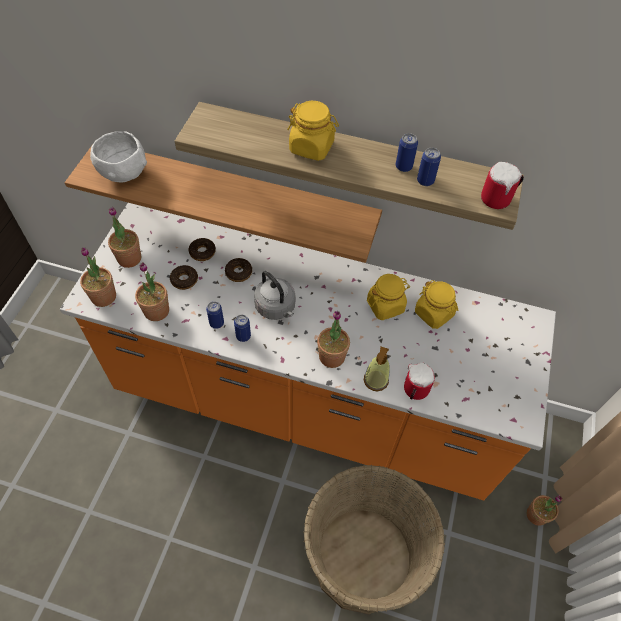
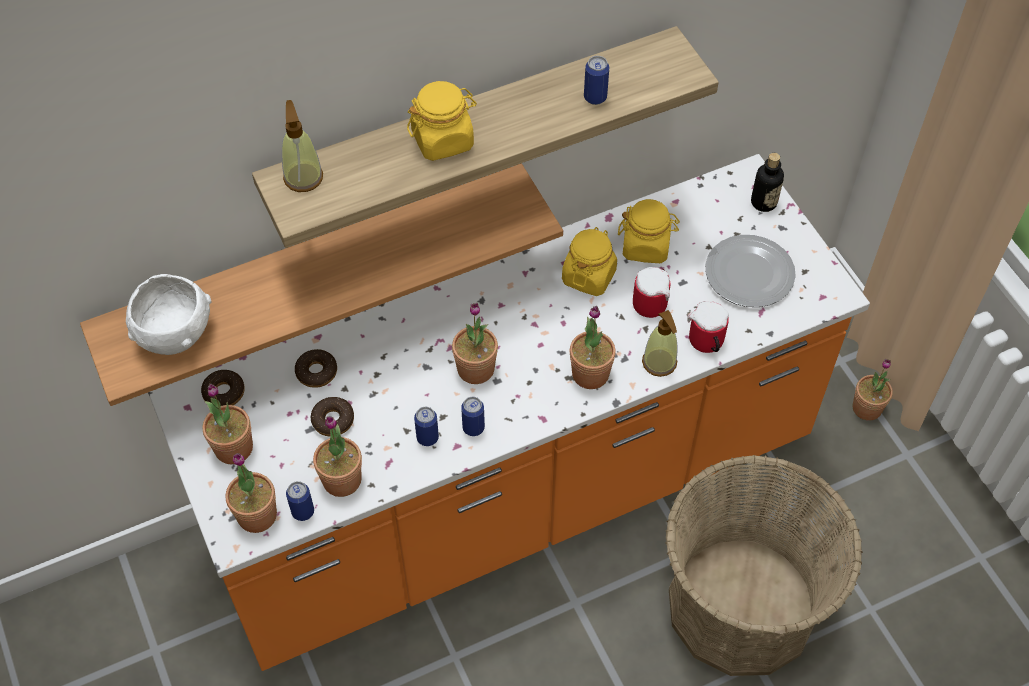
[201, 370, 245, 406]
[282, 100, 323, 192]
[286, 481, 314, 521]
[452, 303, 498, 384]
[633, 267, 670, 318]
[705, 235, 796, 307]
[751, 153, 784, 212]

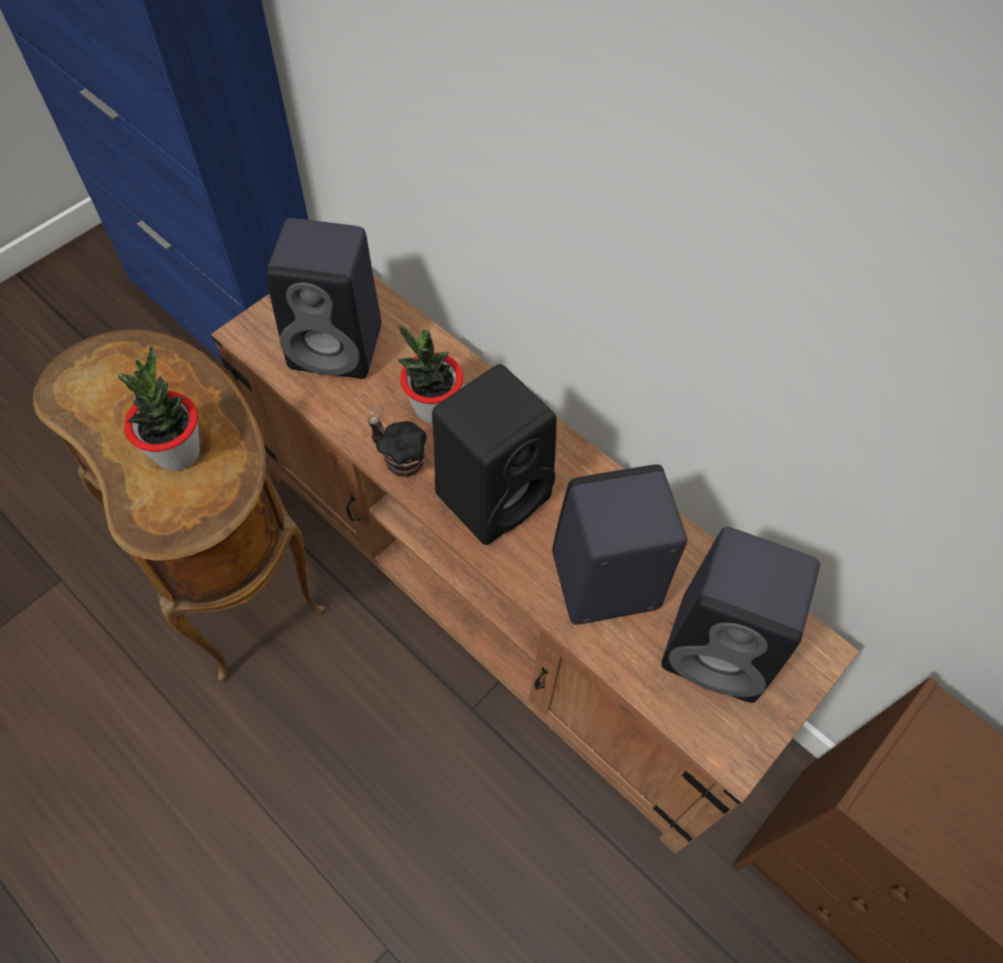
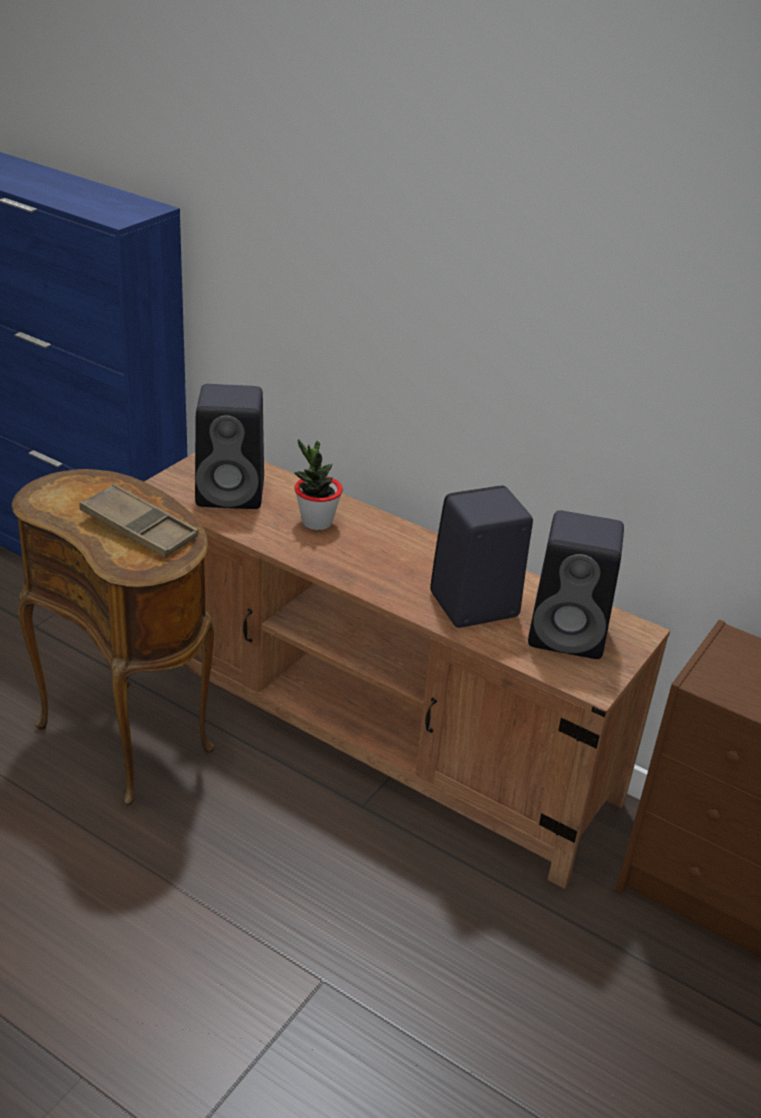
[80, 484, 198, 558]
[368, 415, 427, 477] (first image)
[432, 364, 556, 545] (first image)

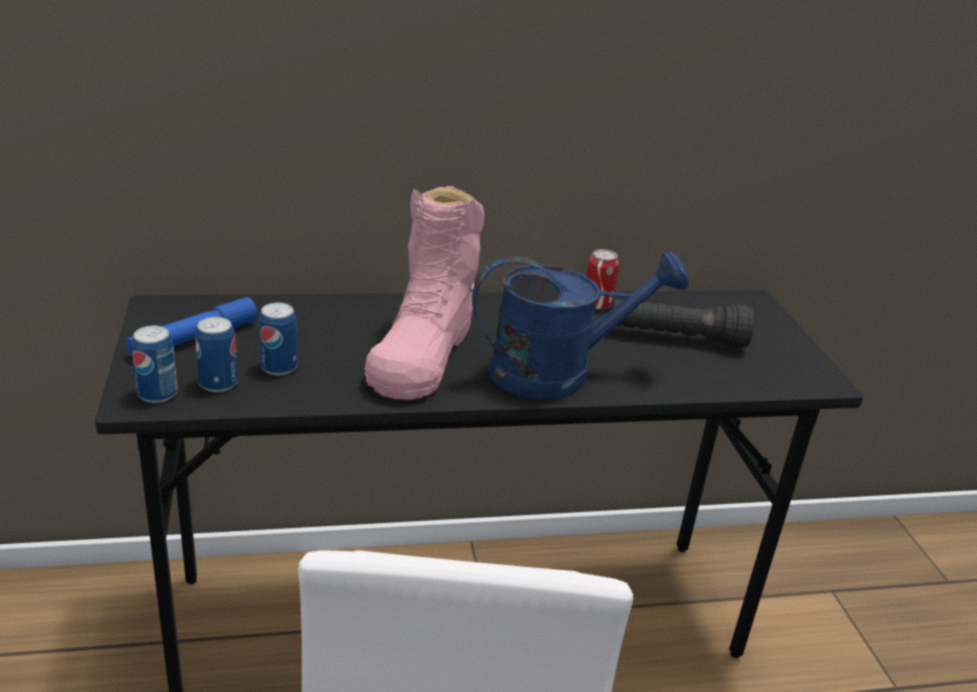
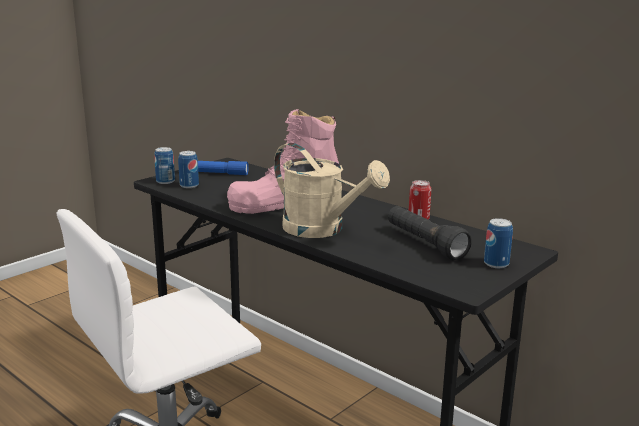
[274, 143, 390, 238]
[484, 218, 513, 268]

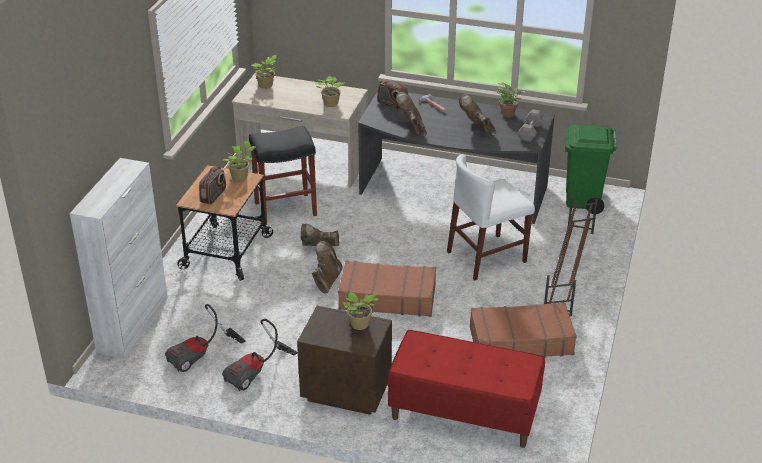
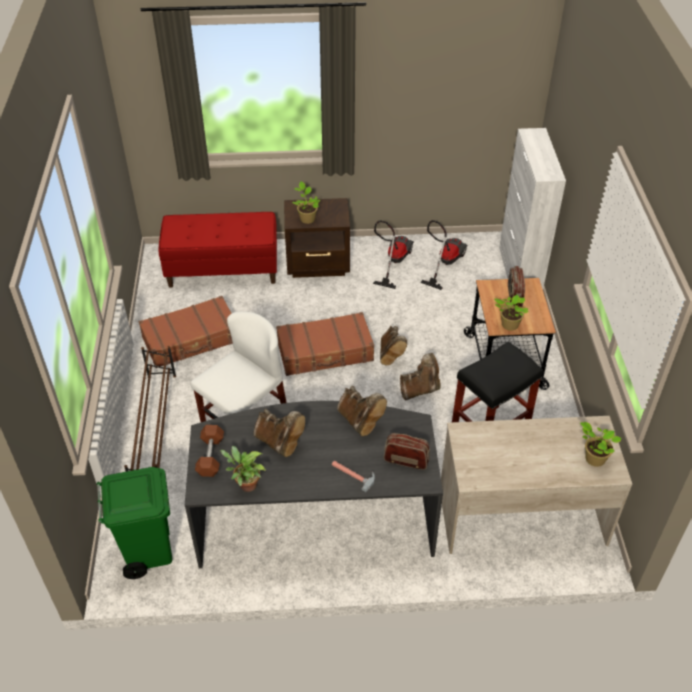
[195, 425, 224, 477]
[314, 76, 345, 107] (first image)

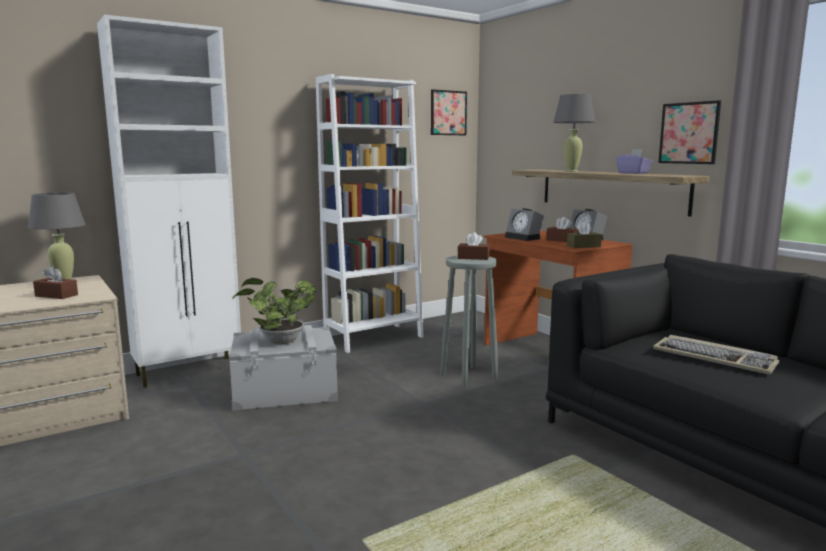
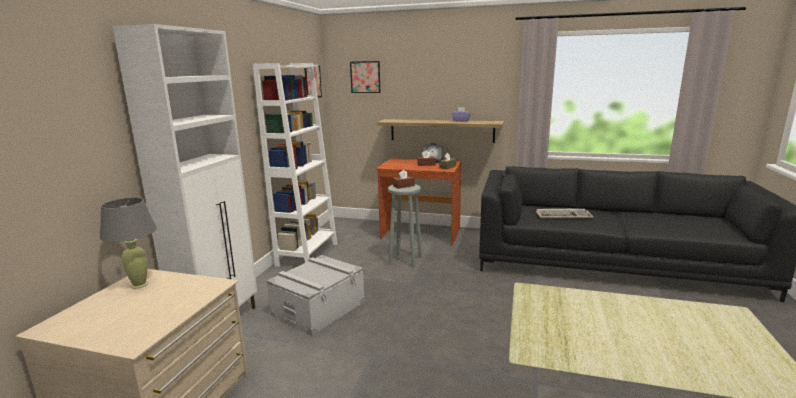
[350, 61, 380, 93]
[33, 266, 78, 299] (first image)
[232, 278, 317, 345] (first image)
[505, 208, 544, 241] (first image)
[553, 94, 595, 172] (first image)

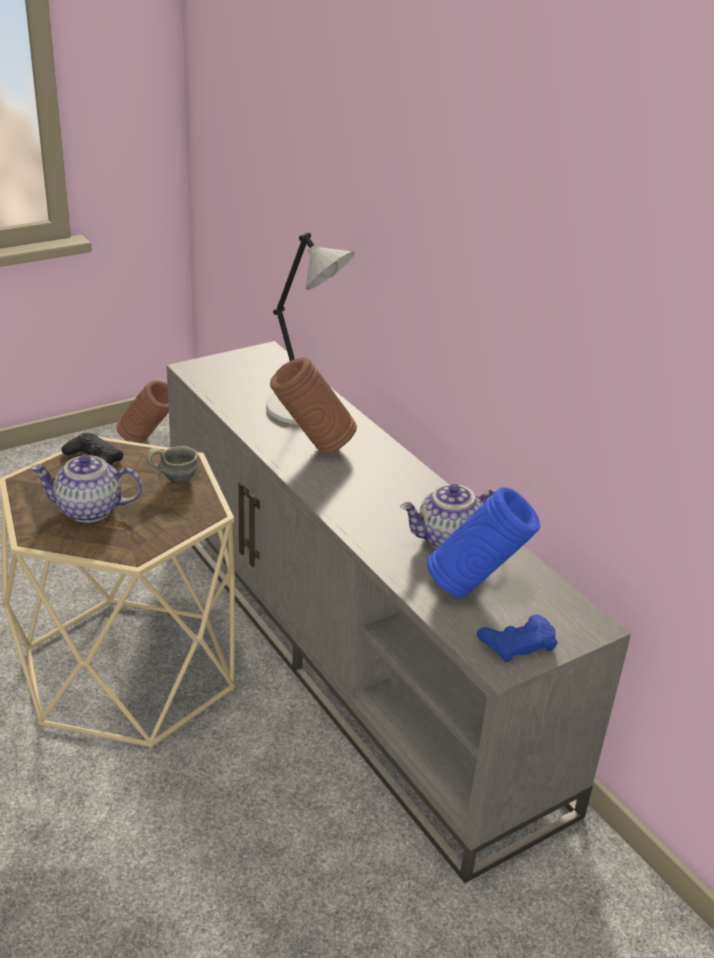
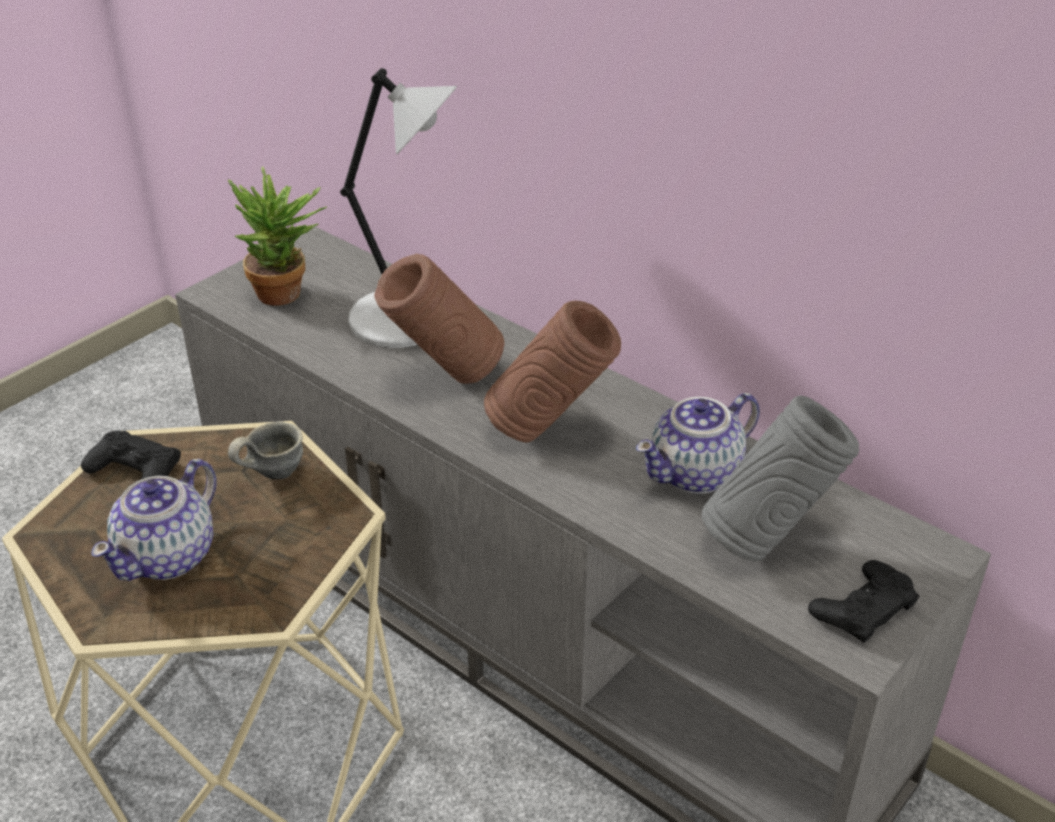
[91, 459, 217, 581]
[228, 166, 327, 306]
[484, 301, 621, 442]
[702, 395, 859, 561]
[808, 560, 920, 643]

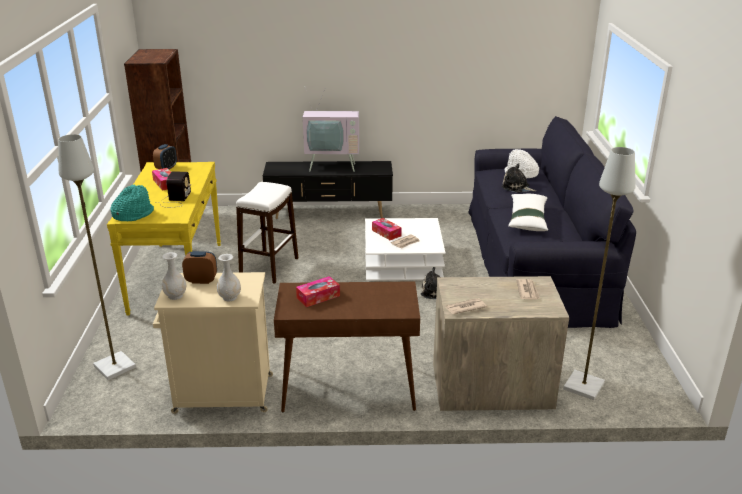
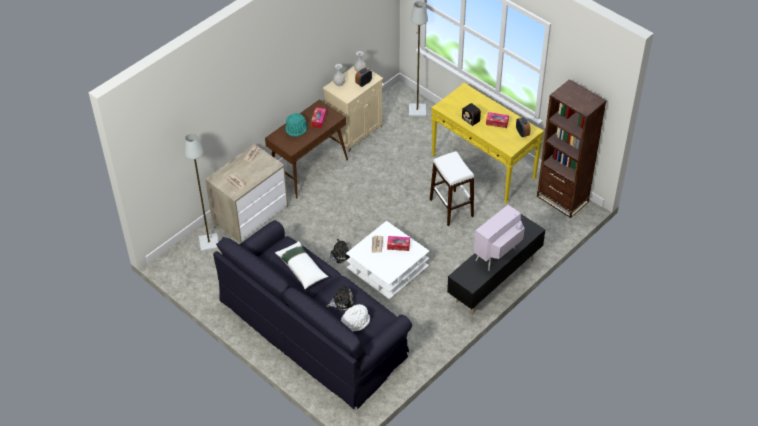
[285, 113, 307, 137]

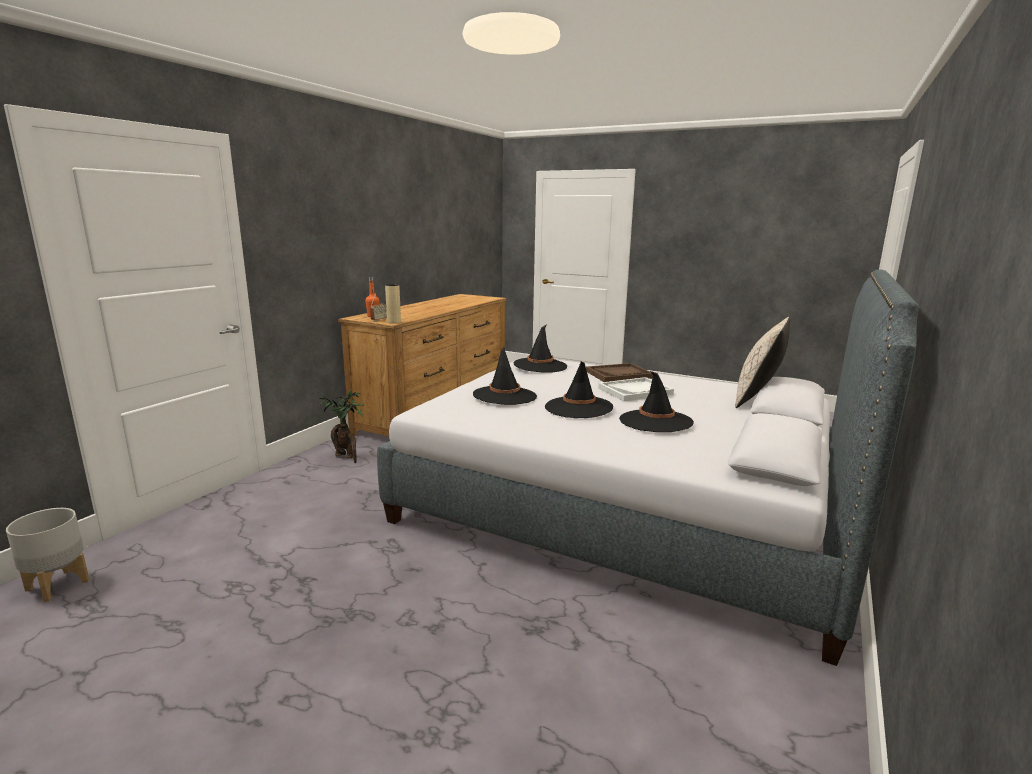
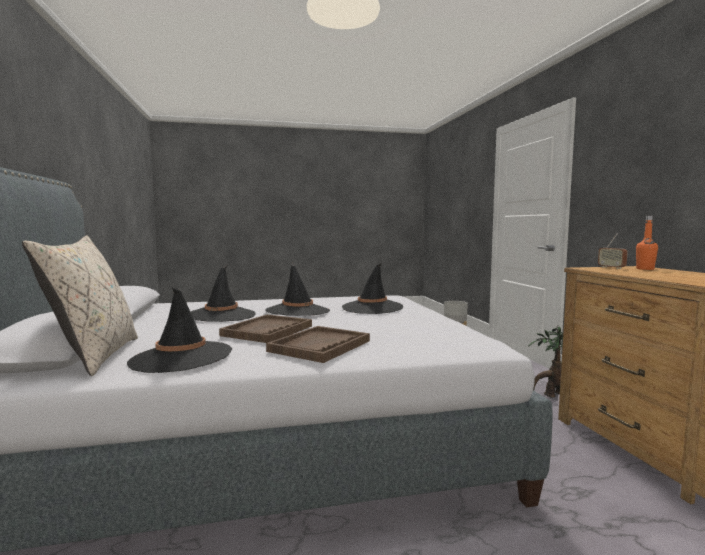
[127, 288, 232, 373]
[219, 314, 312, 343]
[385, 284, 401, 323] (first image)

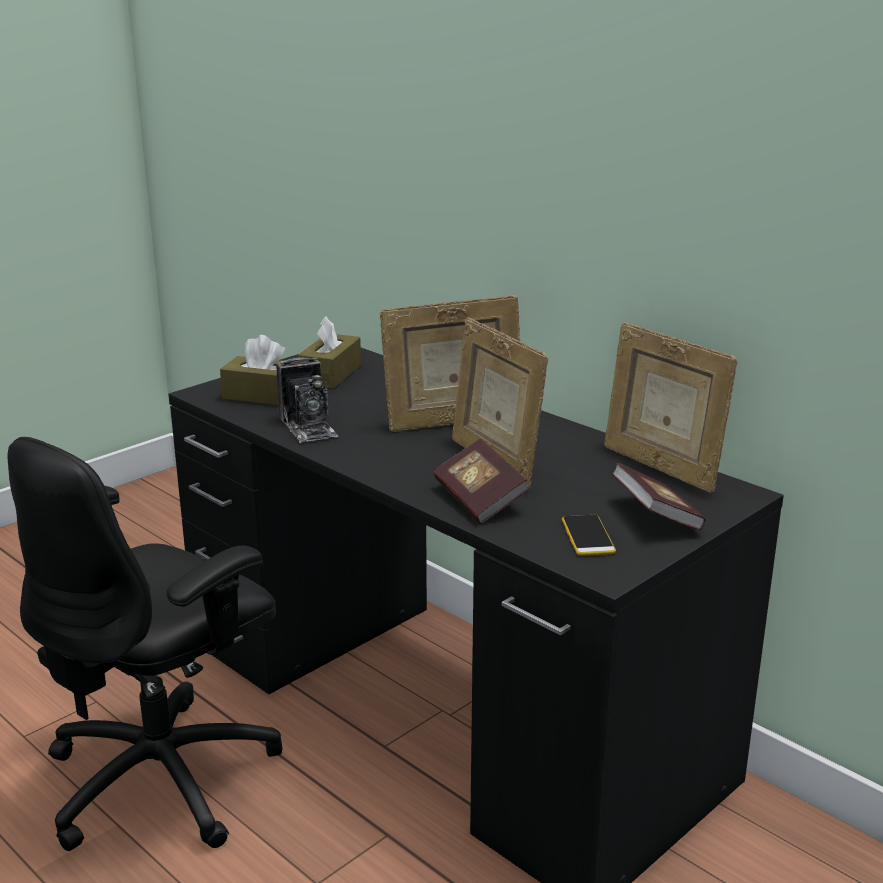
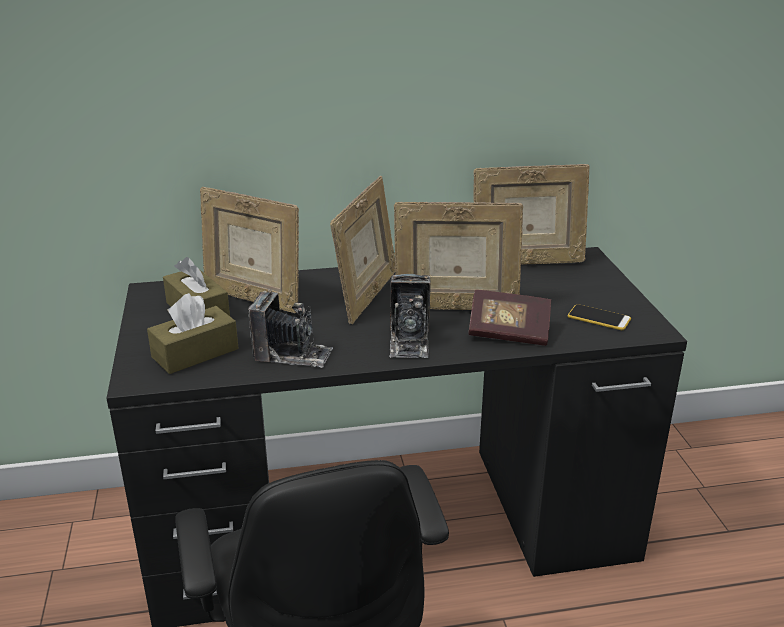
[200, 187, 299, 313]
[389, 274, 431, 358]
[612, 463, 706, 530] (first image)

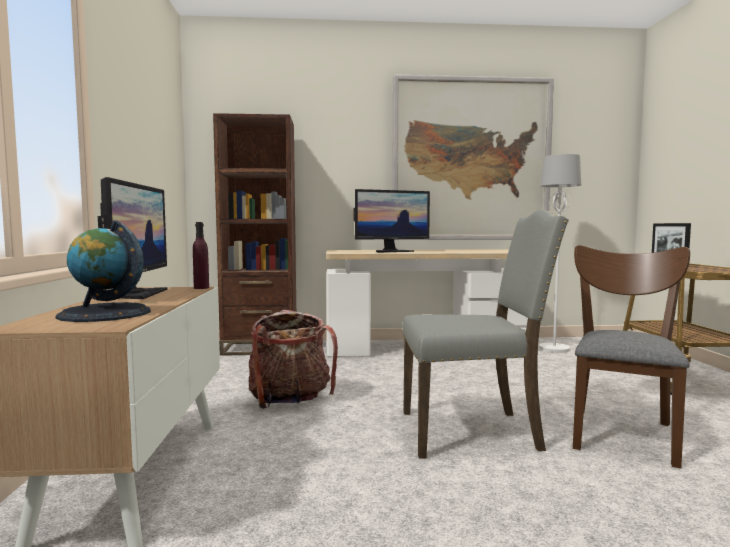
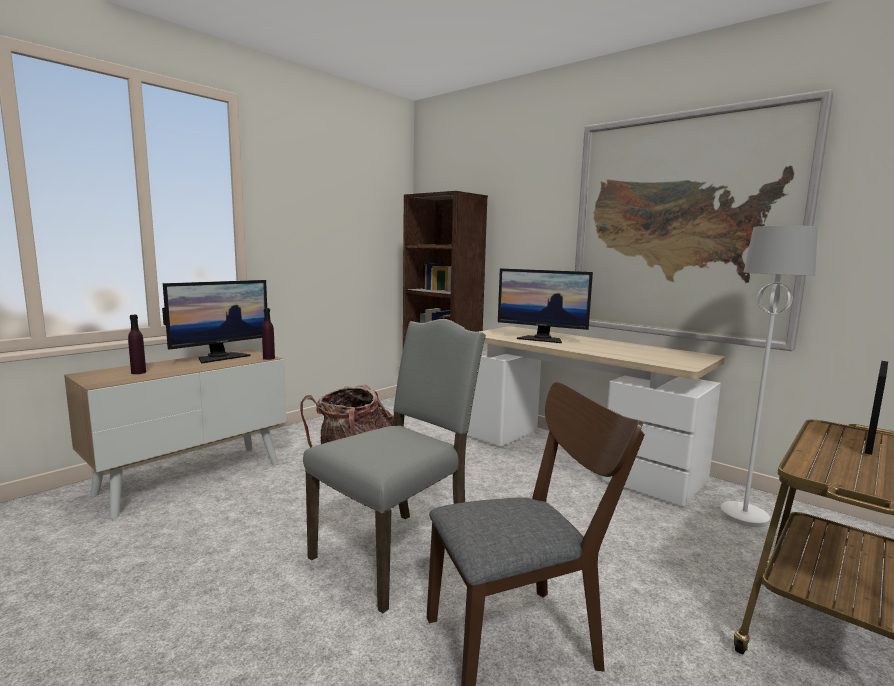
[128, 315, 146, 374]
[303, 319, 486, 614]

